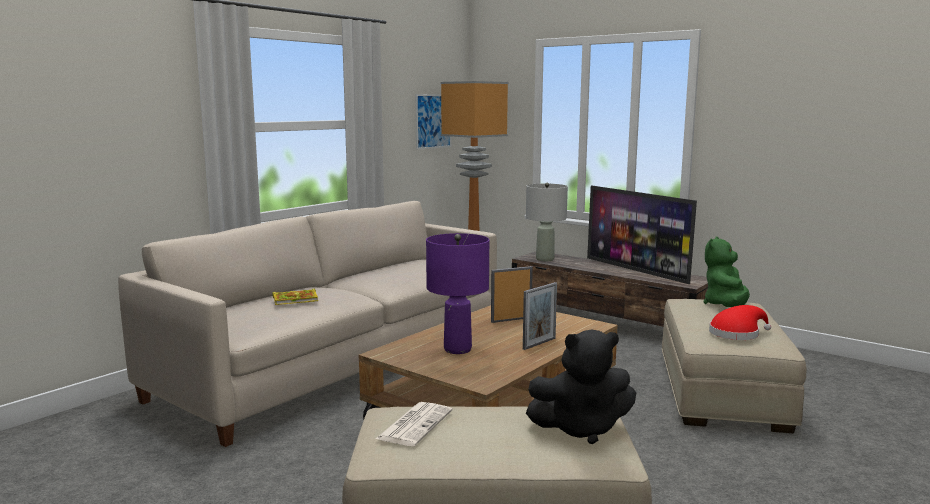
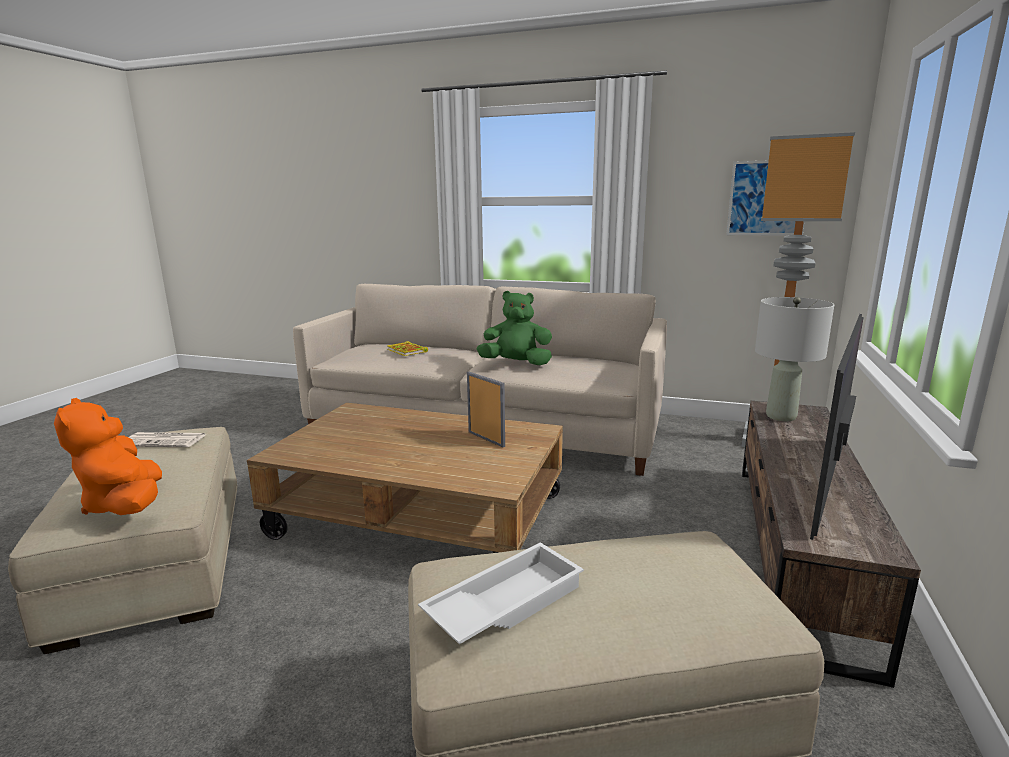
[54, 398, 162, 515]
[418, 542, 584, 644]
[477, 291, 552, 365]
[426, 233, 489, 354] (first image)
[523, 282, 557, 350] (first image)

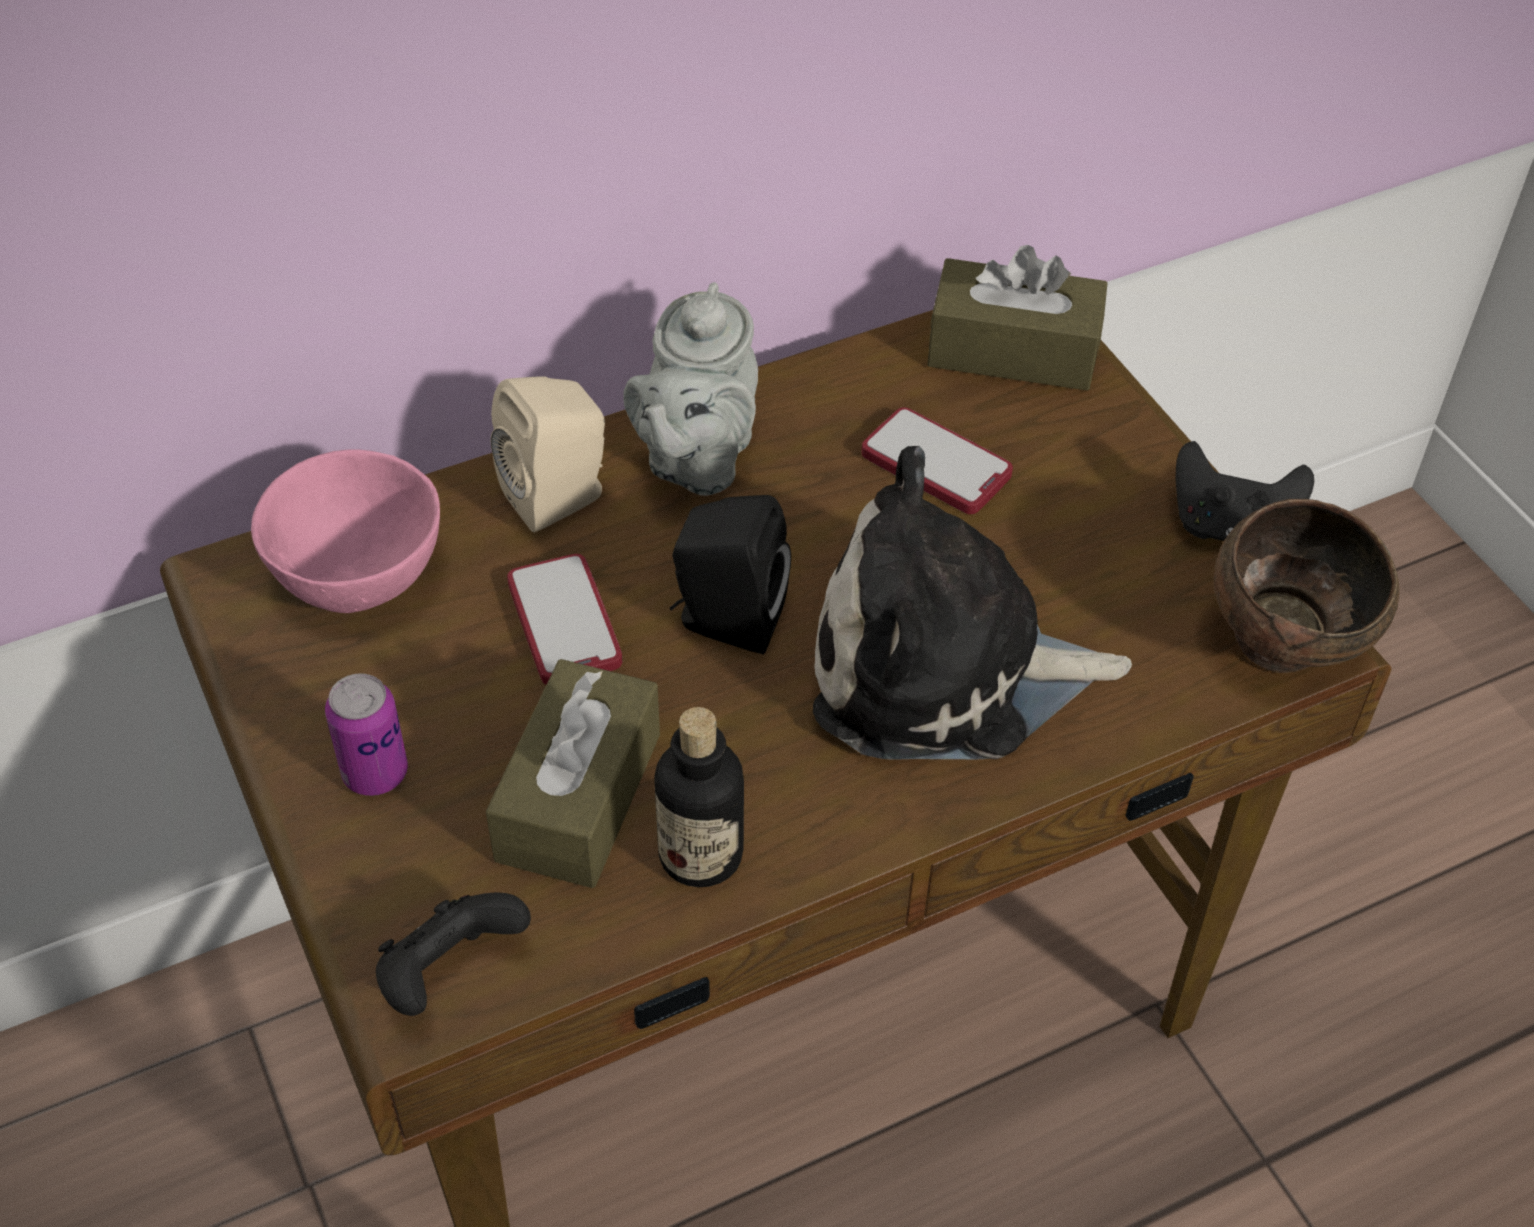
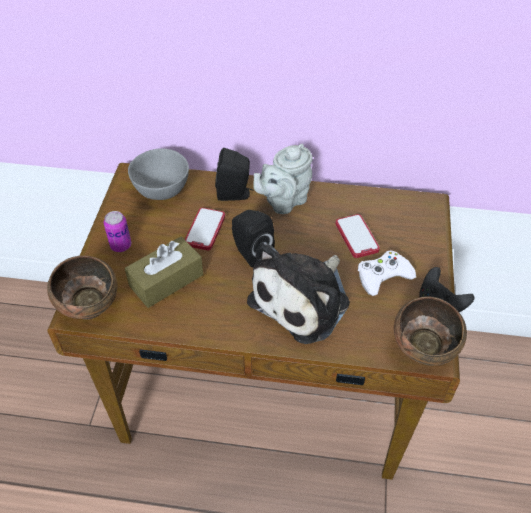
[47, 256, 118, 320]
[128, 148, 189, 200]
[215, 148, 253, 201]
[247, 242, 350, 344]
[358, 250, 416, 296]
[654, 707, 744, 887] (first image)
[927, 245, 1107, 391] (first image)

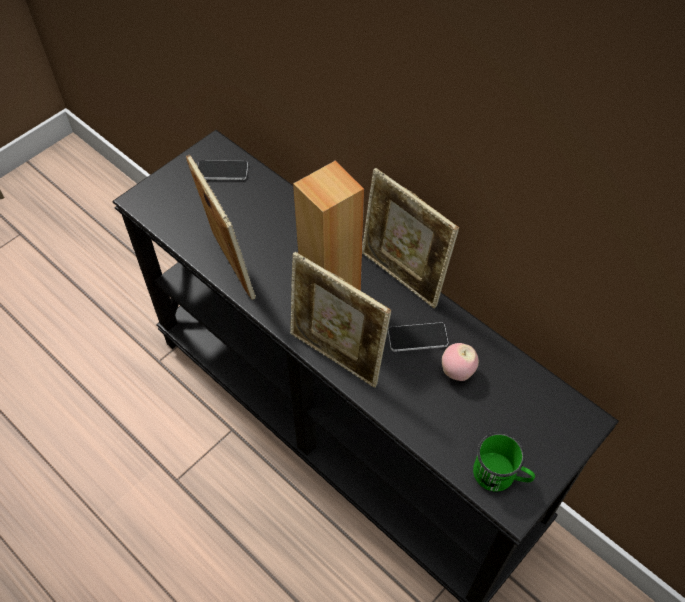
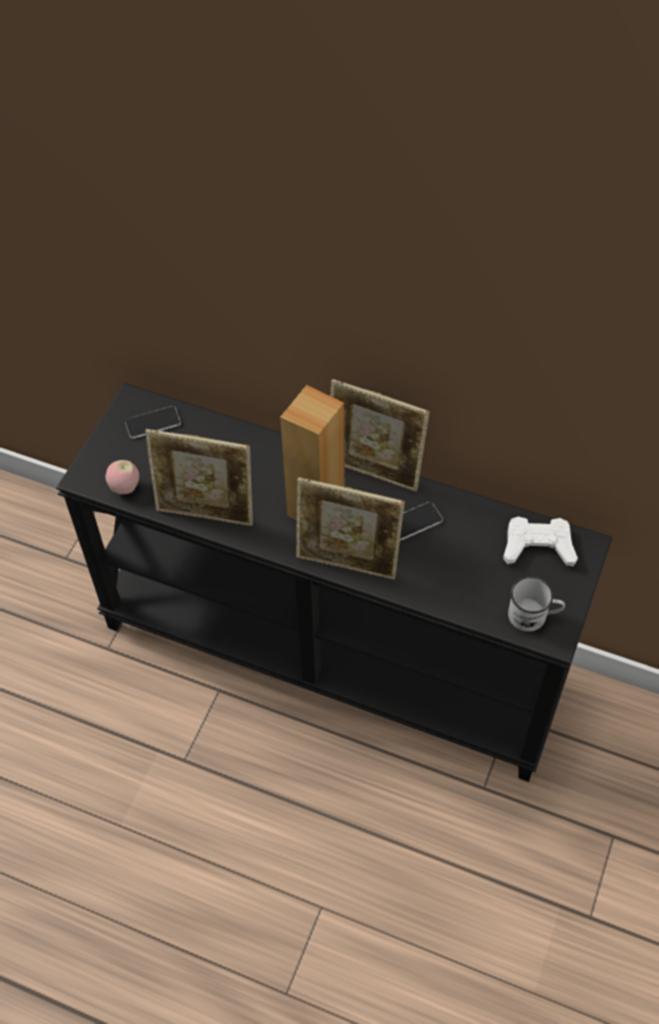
[105, 460, 139, 494]
[145, 429, 253, 526]
[503, 517, 578, 566]
[508, 577, 565, 632]

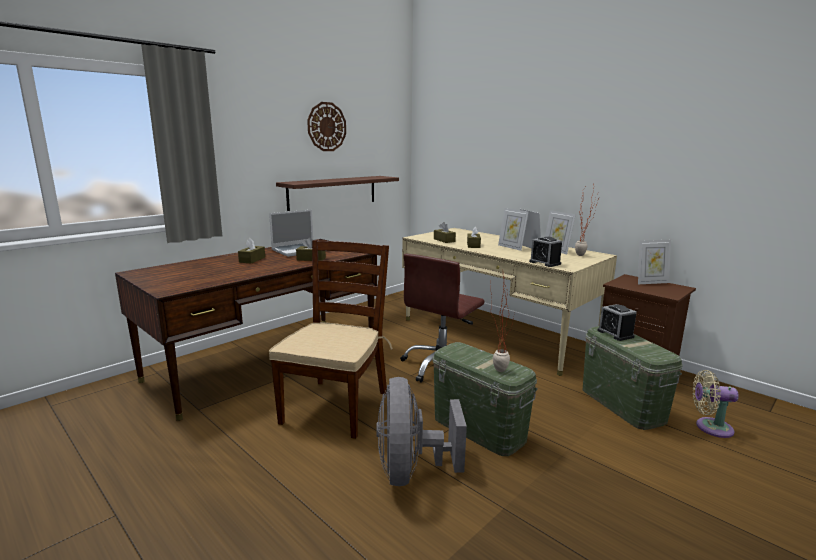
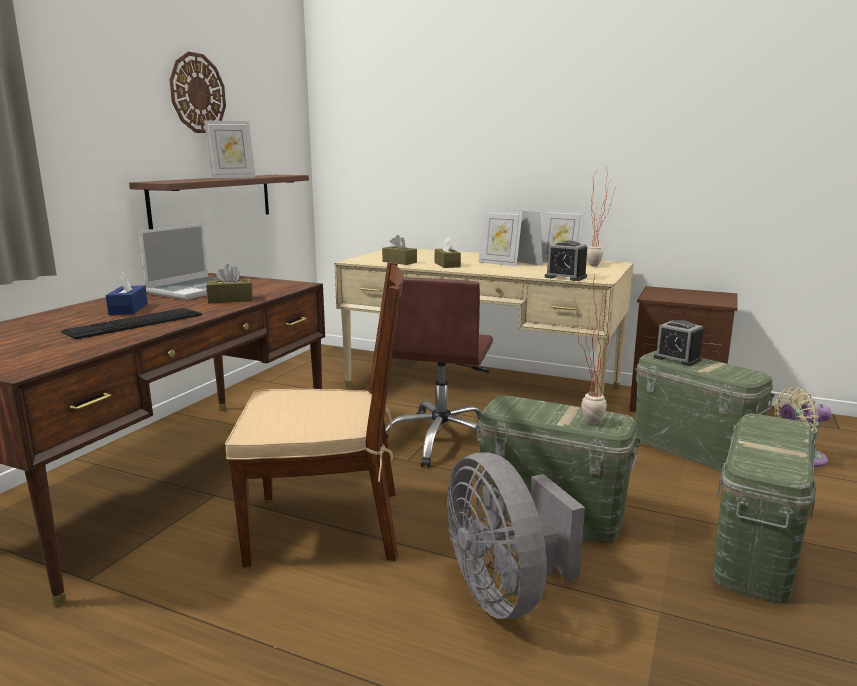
[61, 308, 202, 339]
[106, 271, 148, 315]
[204, 120, 256, 178]
[225, 262, 404, 567]
[712, 414, 816, 604]

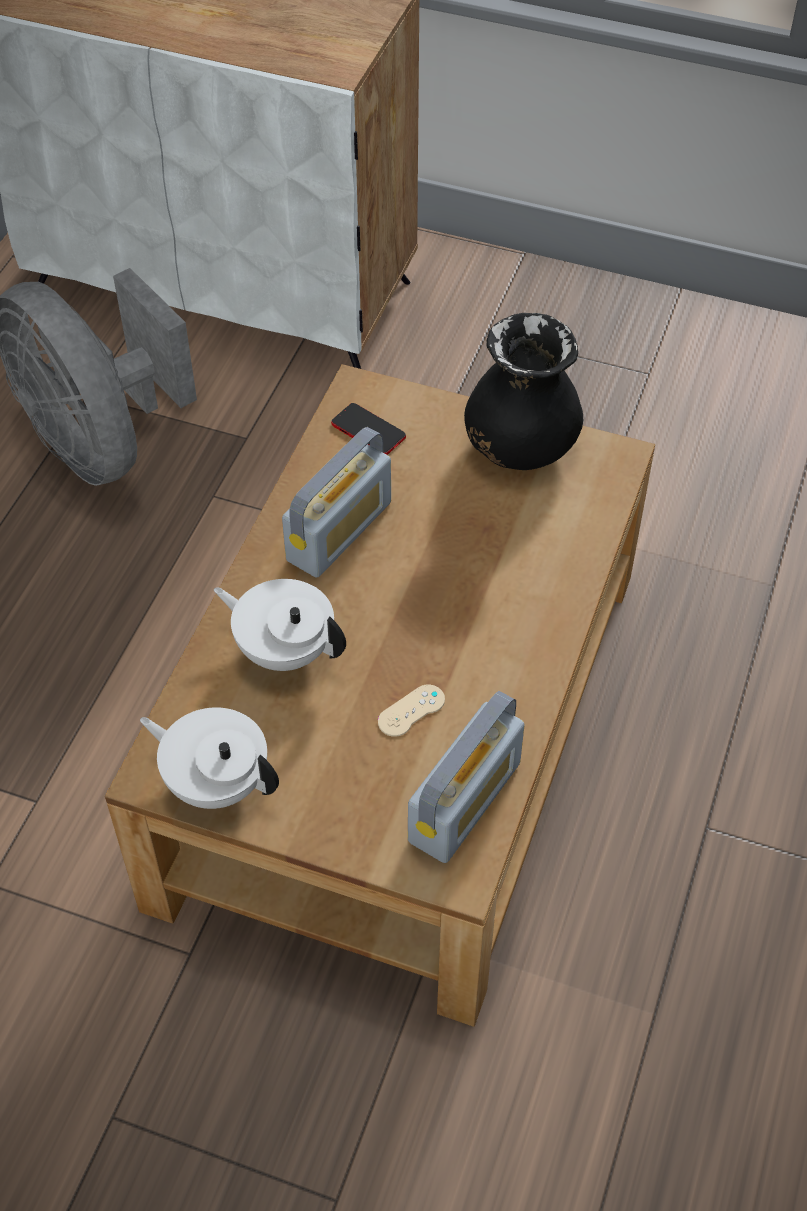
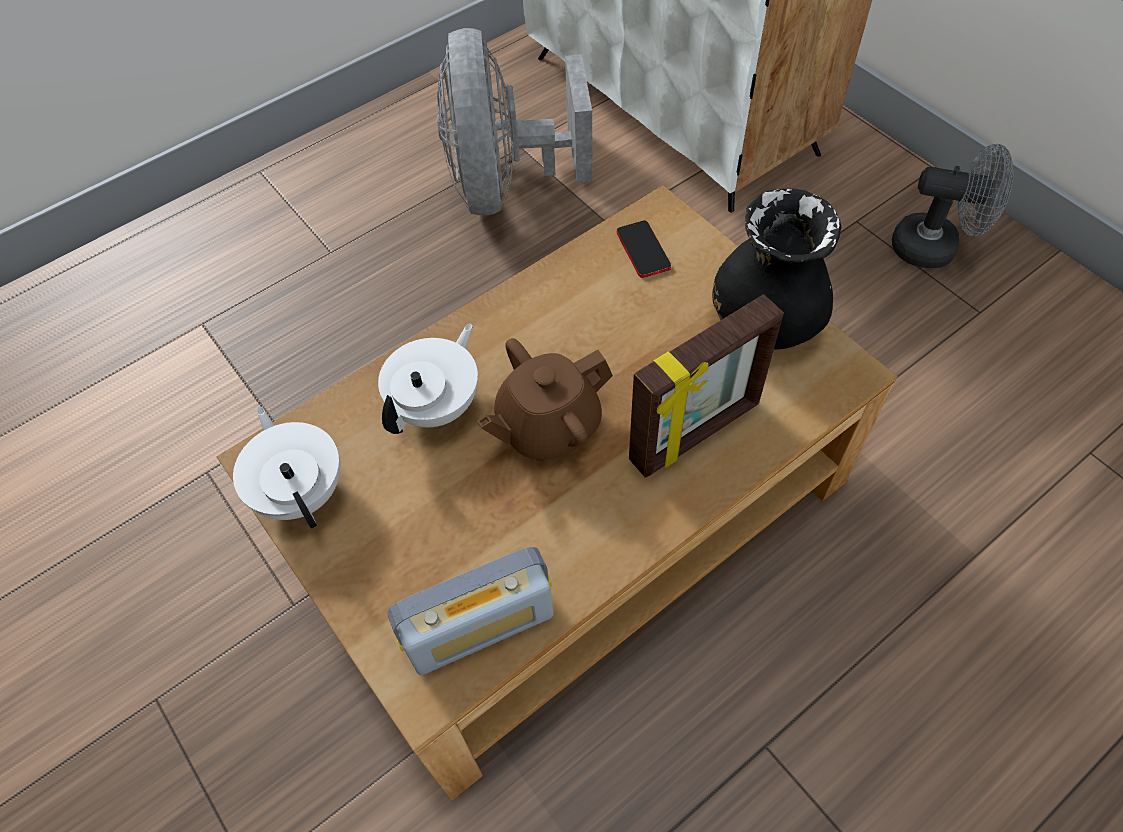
[378, 323, 478, 434]
[477, 338, 613, 461]
[629, 294, 784, 478]
[892, 144, 1014, 268]
[282, 427, 391, 578] (first image)
[378, 685, 445, 737] (first image)

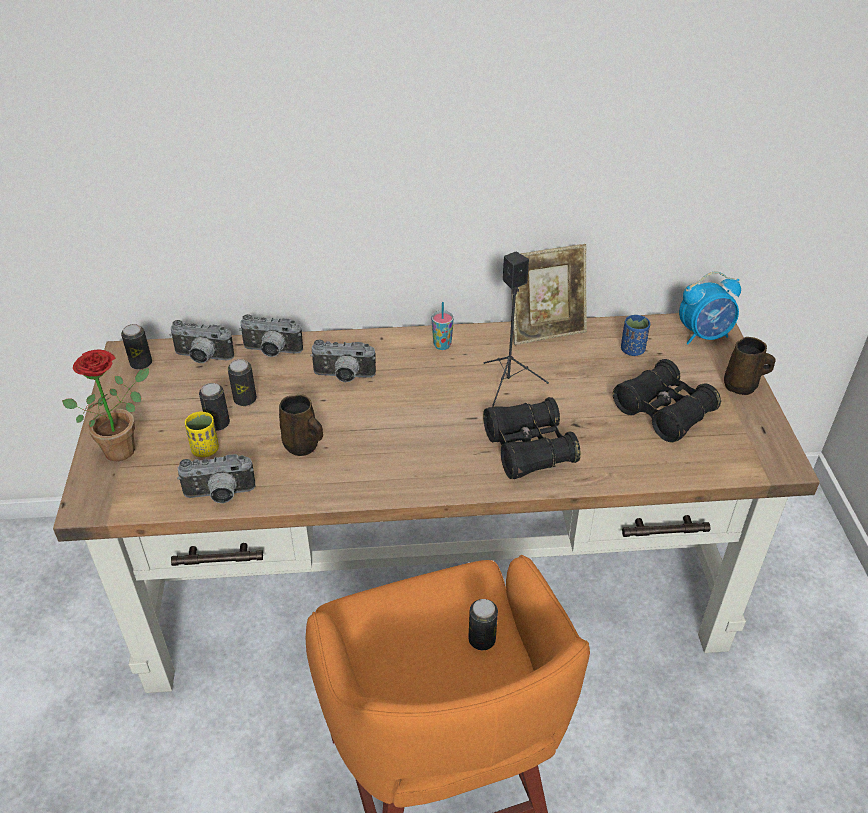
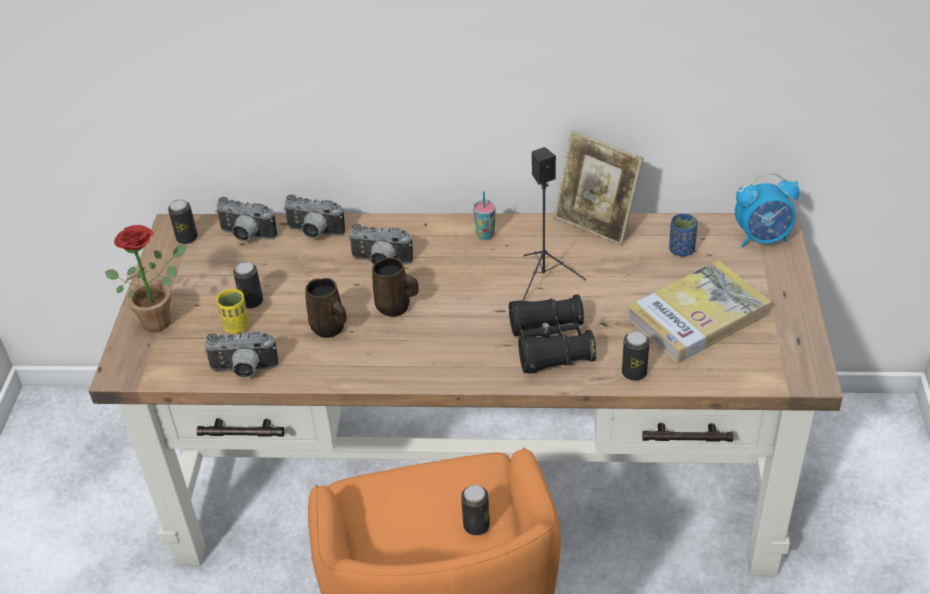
[372, 257, 419, 317]
[554, 130, 644, 246]
[622, 331, 650, 381]
[627, 260, 771, 363]

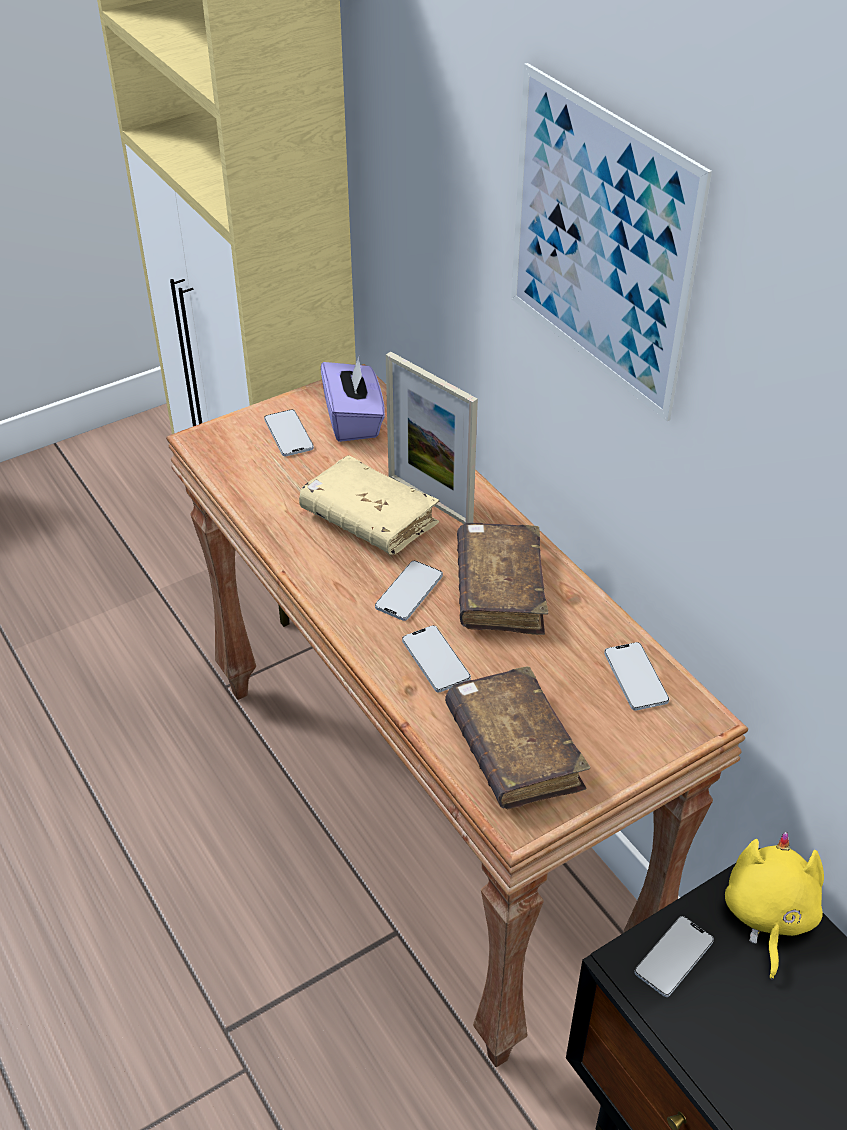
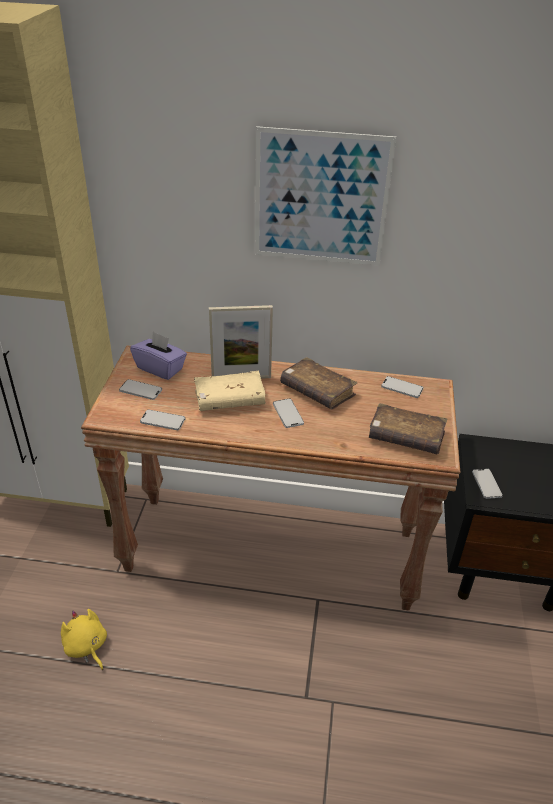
[61, 609, 107, 670]
[140, 409, 185, 430]

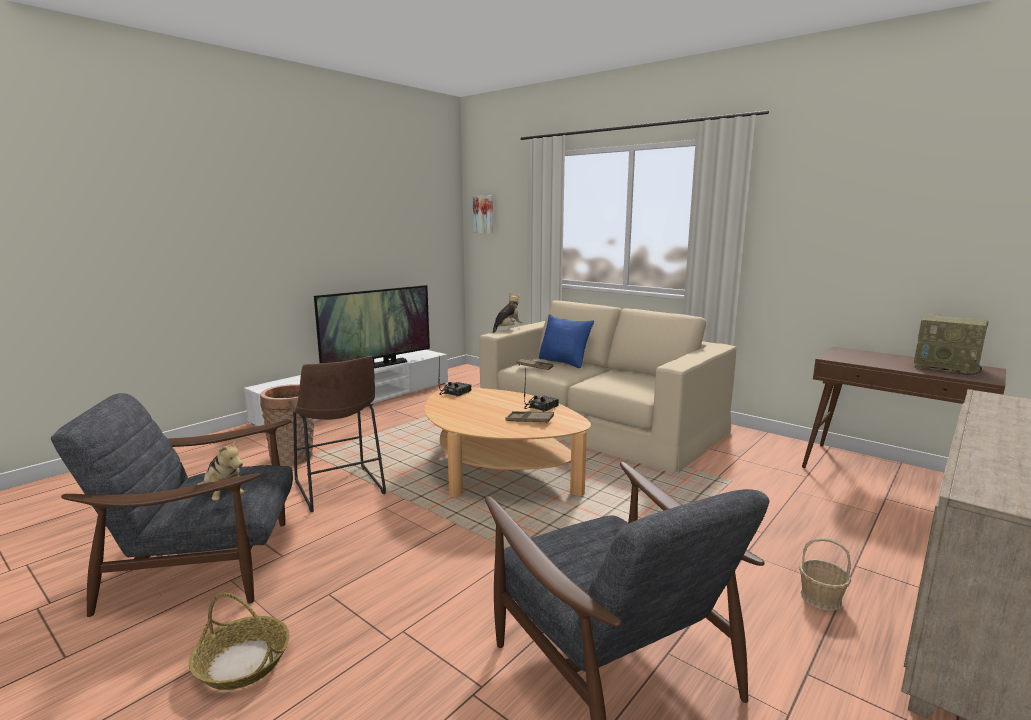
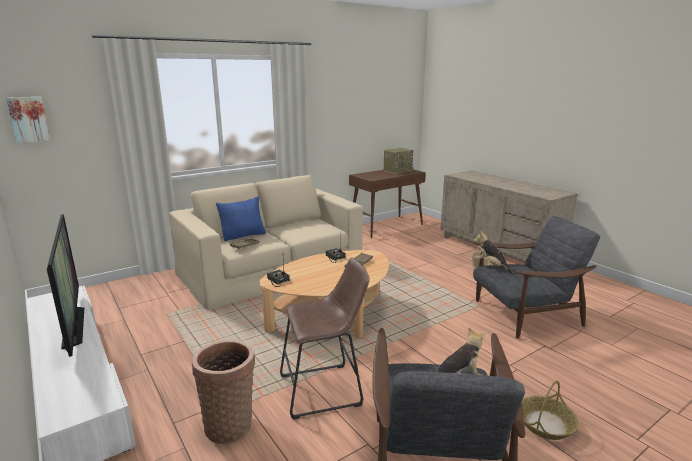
[474, 231, 513, 273]

